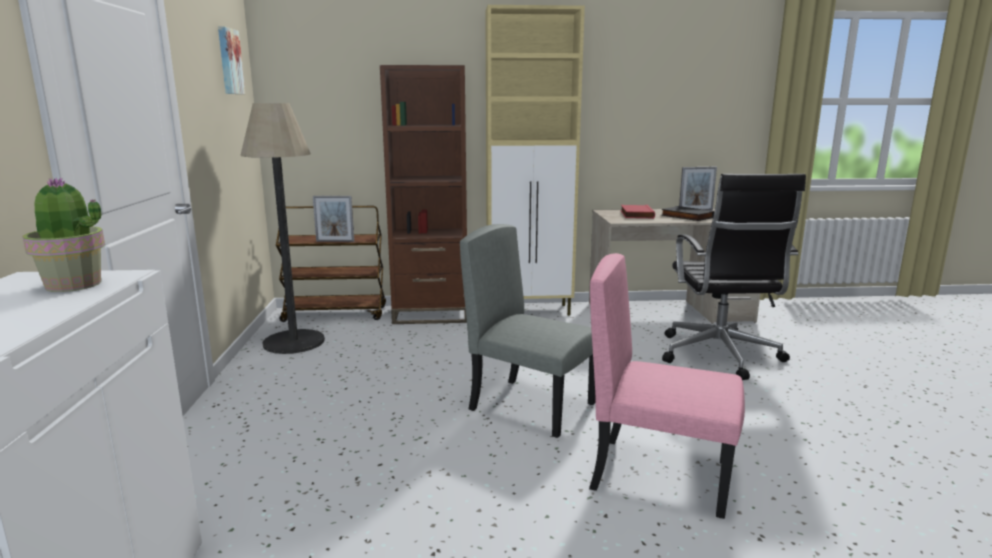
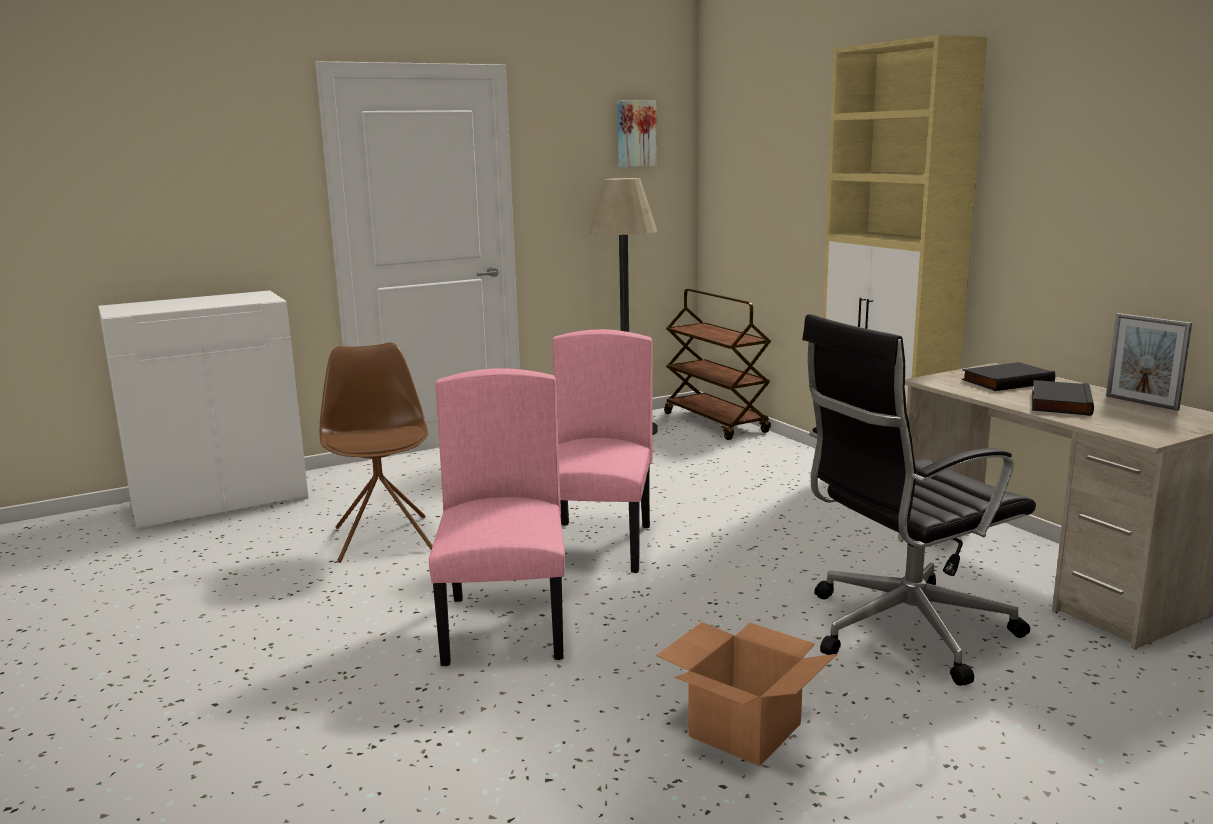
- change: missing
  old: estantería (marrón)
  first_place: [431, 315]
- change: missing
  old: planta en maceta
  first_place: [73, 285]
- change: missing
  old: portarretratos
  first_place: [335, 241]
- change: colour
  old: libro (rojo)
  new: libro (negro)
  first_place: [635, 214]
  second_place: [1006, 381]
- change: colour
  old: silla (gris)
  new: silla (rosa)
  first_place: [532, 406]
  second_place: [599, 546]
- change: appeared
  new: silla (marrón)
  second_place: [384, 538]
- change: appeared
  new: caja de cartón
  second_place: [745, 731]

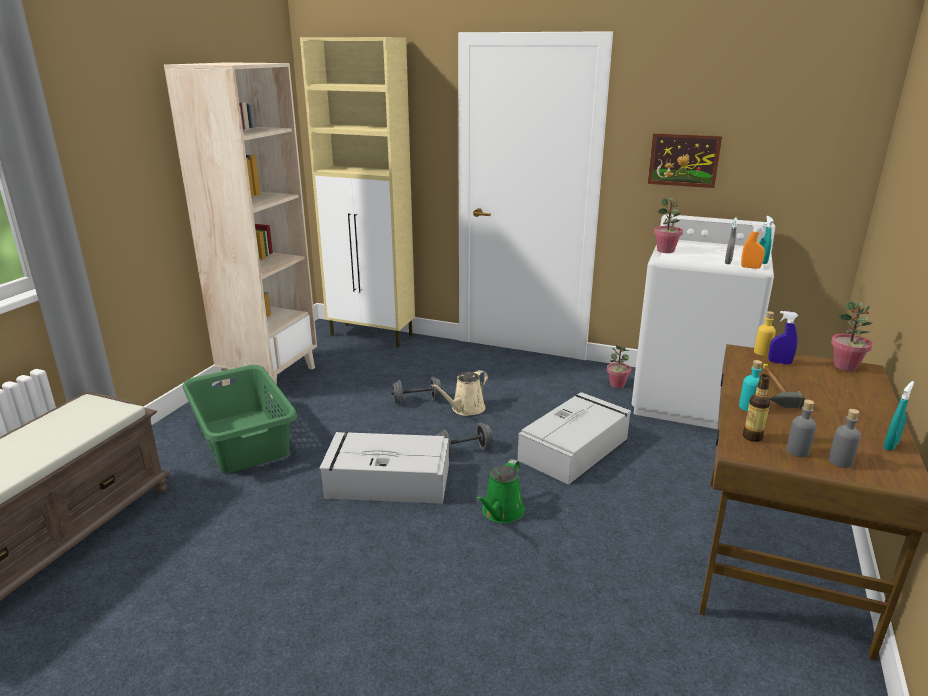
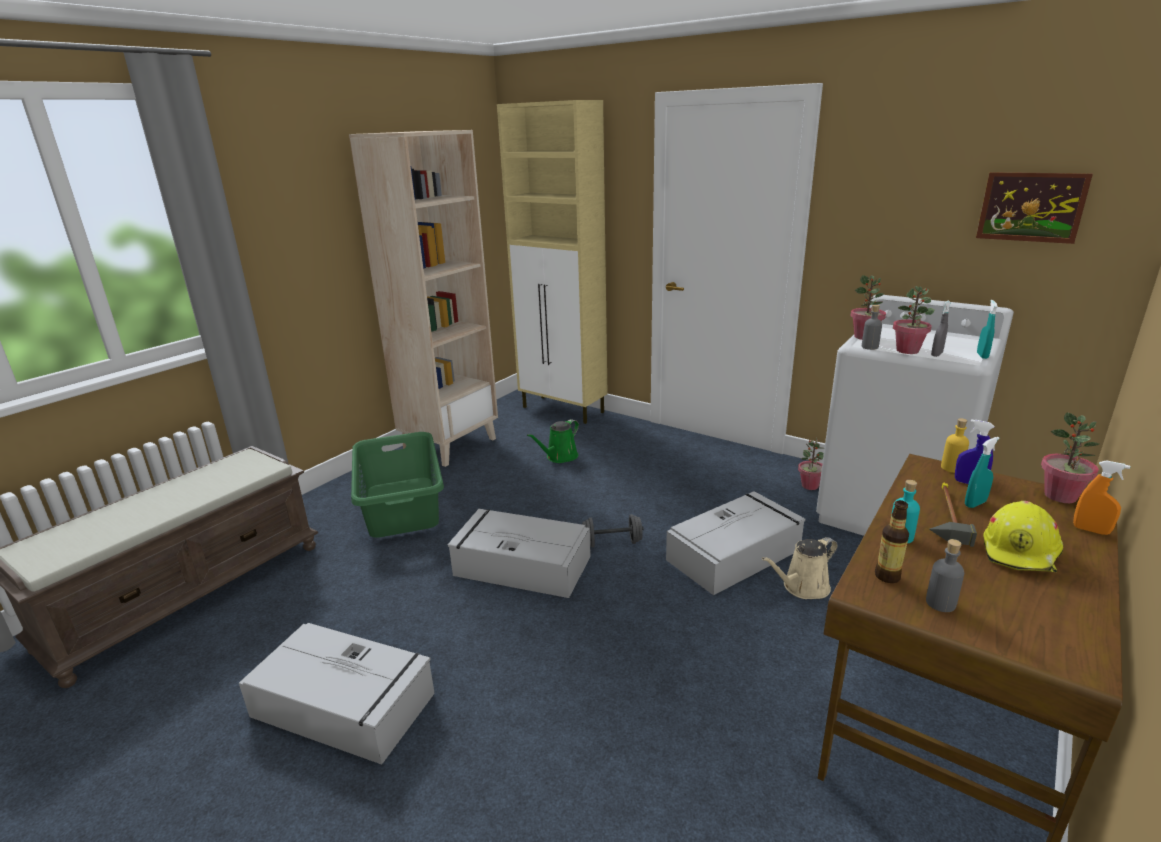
- change: relocated
  old: cuadro
  first_place: [683, 160]
  second_place: [1031, 207]
- change: relocated
  old: pulverizador (naranja)
  first_place: [750, 267]
  second_place: [1091, 530]
- change: relocated
  old: regadera (beis)
  first_place: [465, 409]
  second_place: [802, 587]
- change: missing
  old: mancuerna (gris)
  first_place: [417, 400]
- change: relocated
  old: pulverizador (turquesa)
  first_place: [890, 445]
  second_place: [975, 503]
- change: relocated
  old: botella (gris)
  first_place: [840, 462]
  second_place: [869, 347]
- change: relocated
  old: regadera (verde)
  first_place: [501, 513]
  second_place: [559, 457]
- change: appeared
  new: planta en maceta
  second_place: [907, 350]
- change: appeared
  new: casco (amarillo)
  second_place: [1021, 552]
- change: appeared
  new: caja de almacenaje (gris)
  second_place: [346, 706]

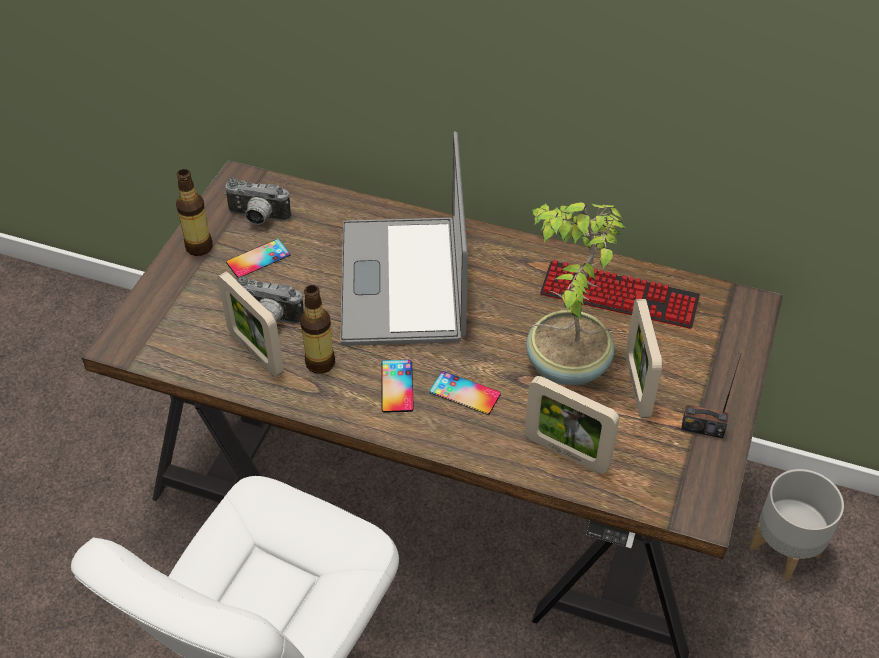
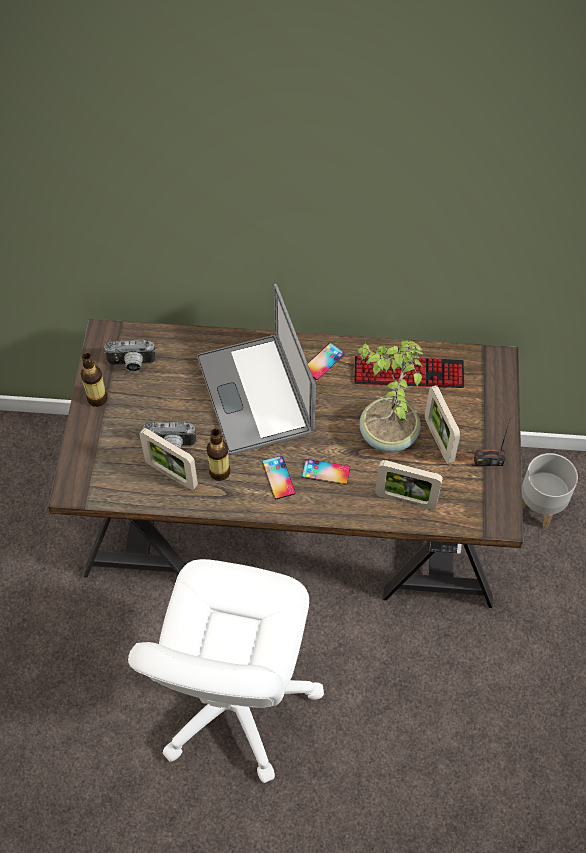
- change: relocated
  old: móvil
  first_place: [258, 259]
  second_place: [323, 361]

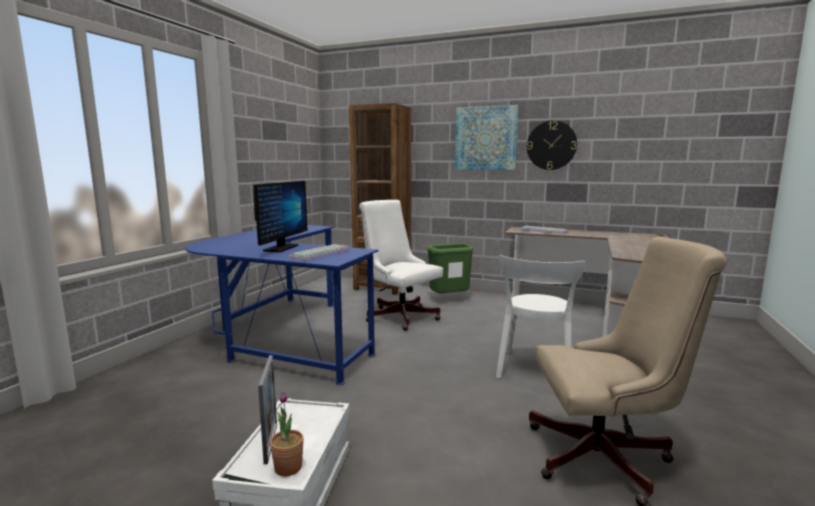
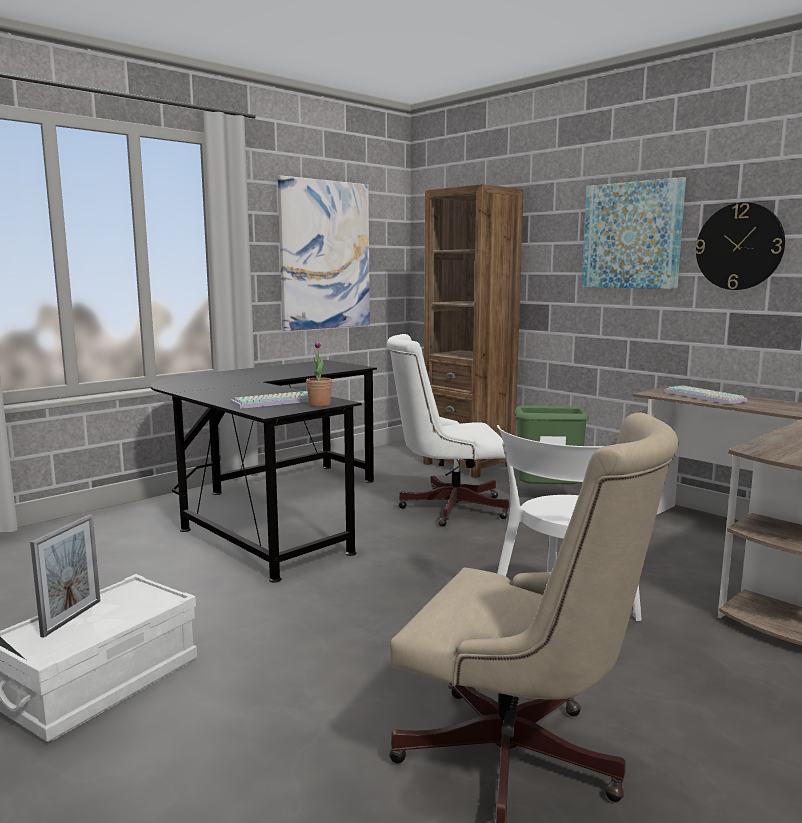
- change: missing
  old: monitor
  first_place: [281, 248]
- change: spun
  old: silla de oficina (blanco)
  first_place: [399, 315]
  second_place: [446, 508]
  degrees: -75
- change: colour
  old: escritorio (azul)
  new: escritorio (negro)
  first_place: [282, 336]
  second_place: [270, 511]
- change: relocated
  old: planta en maceta
  first_place: [288, 468]
  second_place: [319, 404]
- change: appeared
  new: cuadro
  second_place: [325, 255]

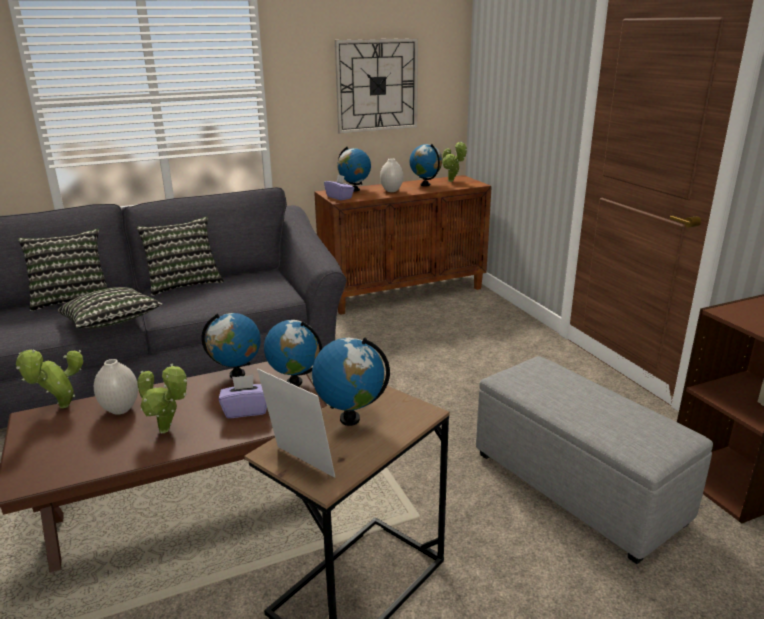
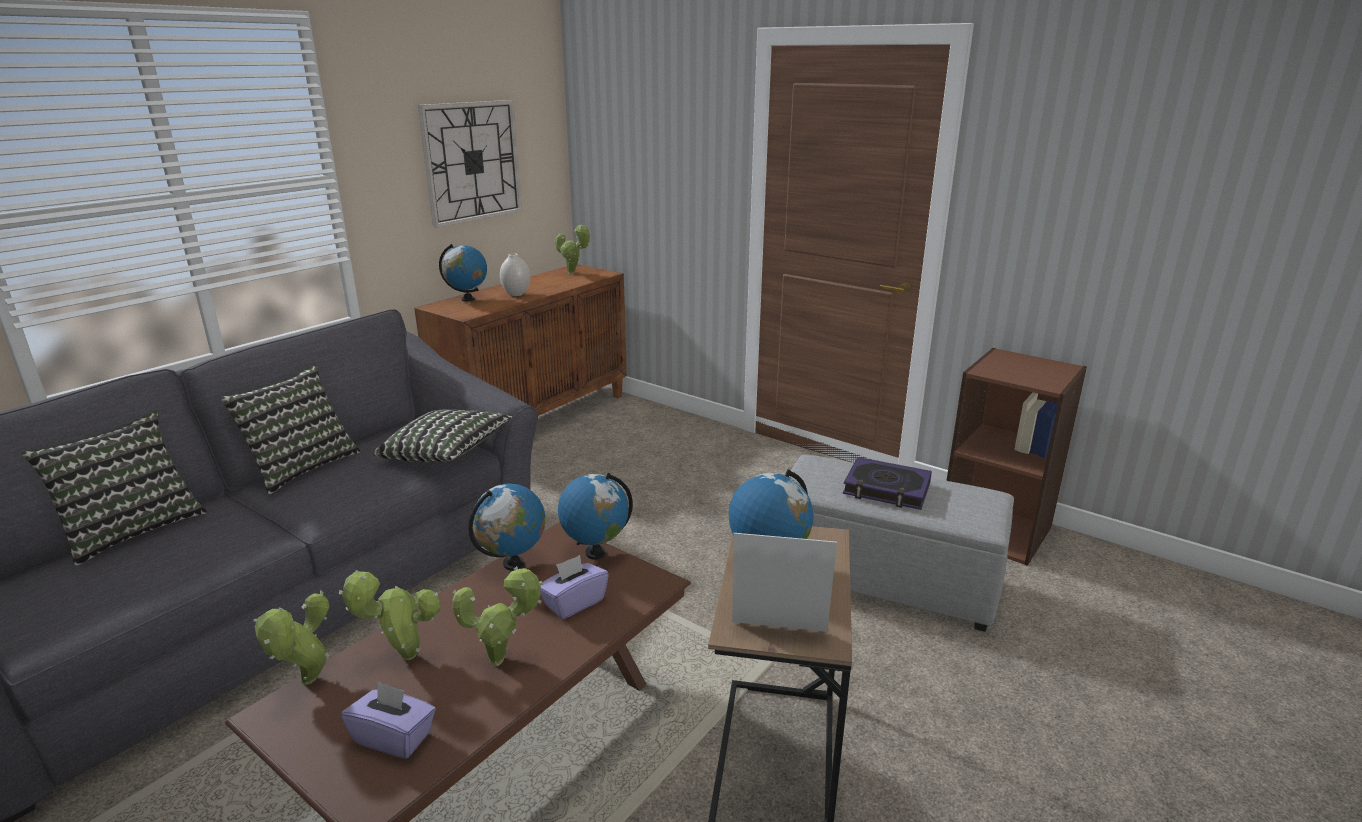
- change: missing
  old: globo terráqueo
  first_place: [425, 185]
- change: relocated
  old: caja de pañuelos (morado)
  first_place: [339, 197]
  second_place: [394, 737]
- change: relocated
  old: cojín
  first_place: [112, 323]
  second_place: [446, 454]
- change: exchanged
  old: florero (blanco)
  new: planta en maceta
  first_place: [120, 410]
  second_place: [403, 657]
- change: appeared
  new: libro
  second_place: [886, 489]

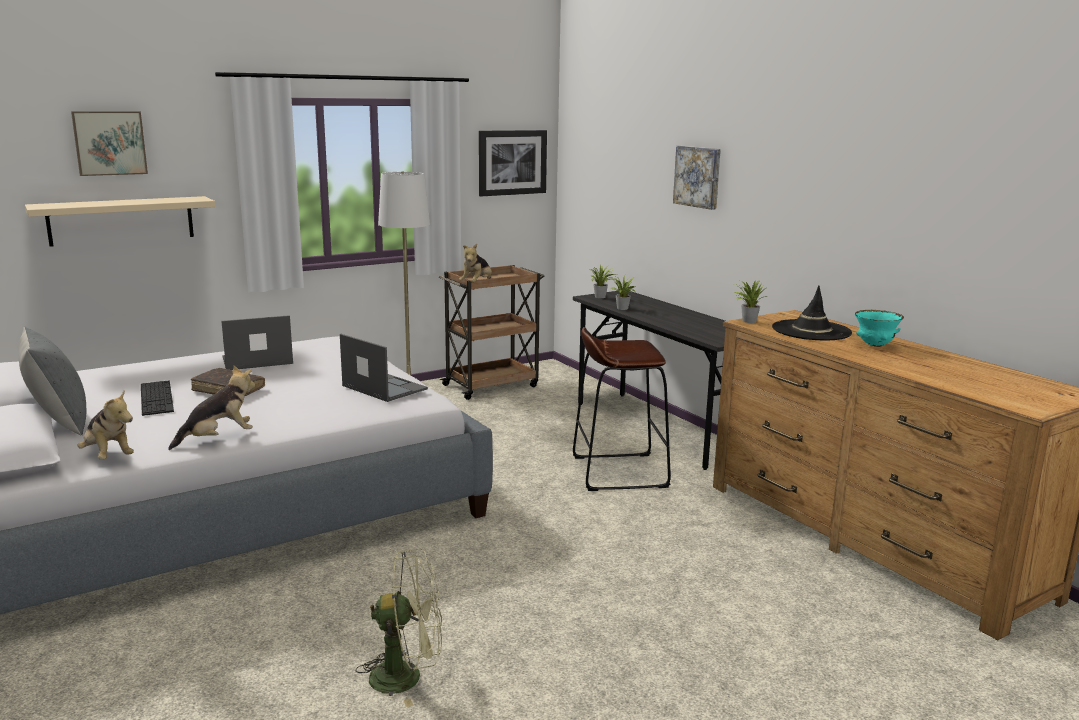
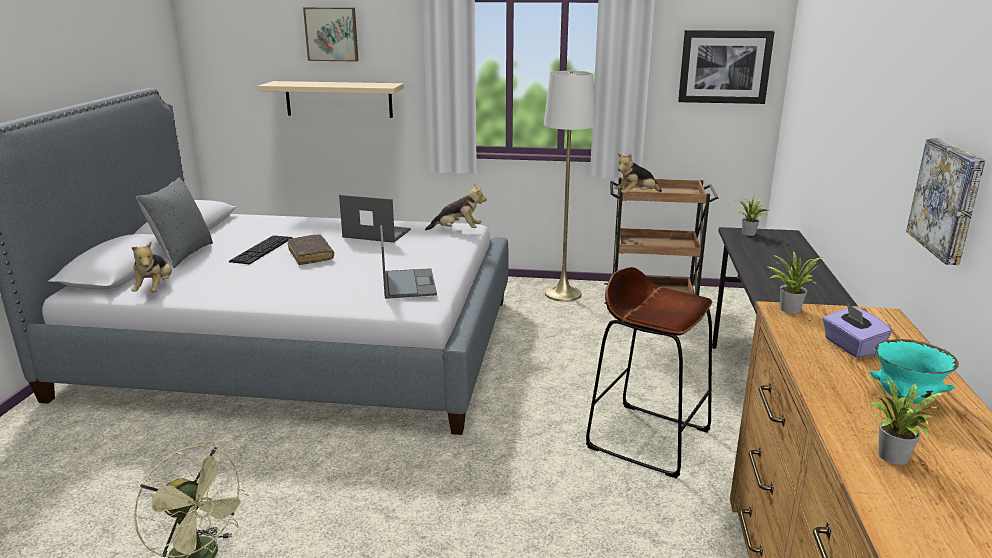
- change: relocated
  old: cuadro
  first_place: [698, 176]
  second_place: [949, 199]
- change: relocated
  old: planta en maceta
  first_place: [622, 309]
  second_place: [892, 458]
- change: exchanged
  old: sombrero (negro)
  new: caja de pañuelos (morado)
  first_place: [811, 331]
  second_place: [851, 347]
- change: relocated
  old: peluche
  first_place: [219, 439]
  second_place: [457, 230]

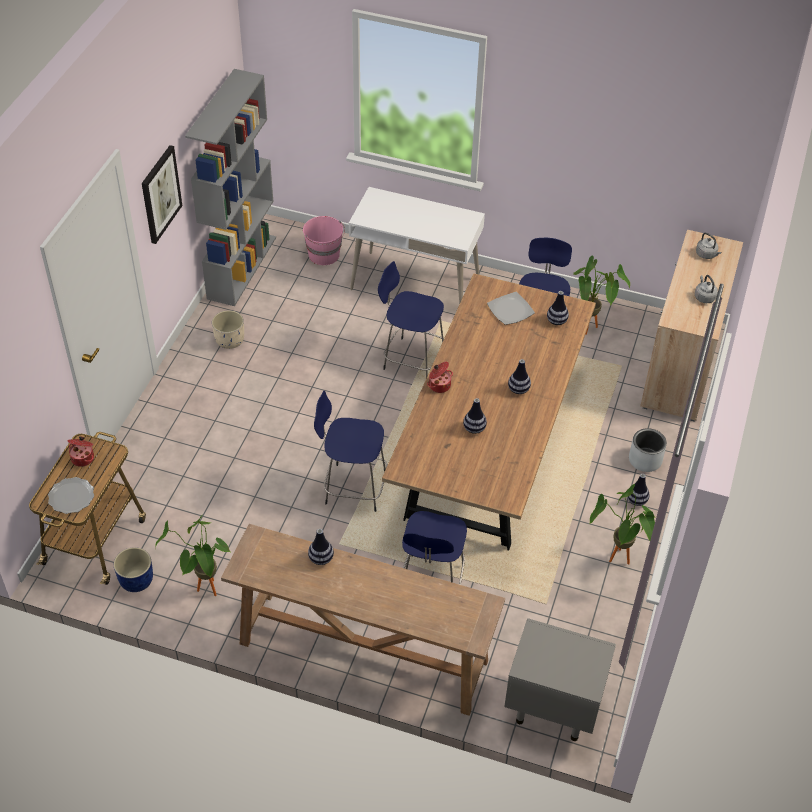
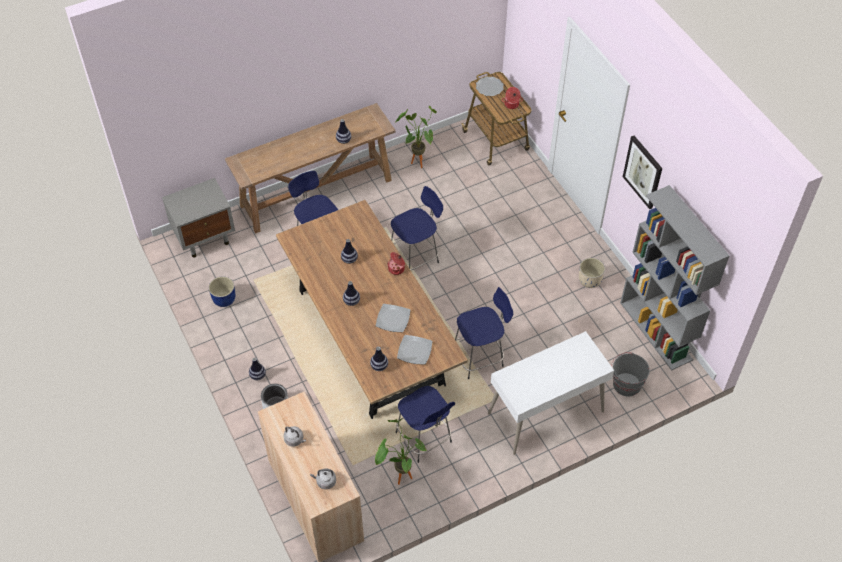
- change: colour
  old: cubo (rosa)
  new: cubo (gris)
  first_place: [324, 255]
  second_place: [626, 384]
- change: missing
  old: planta en maceta
  first_place: [618, 562]
- change: relocated
  old: maceta (azul)
  first_place: [136, 581]
  second_place: [224, 299]
- change: appeared
  new: plato
  second_place: [392, 319]

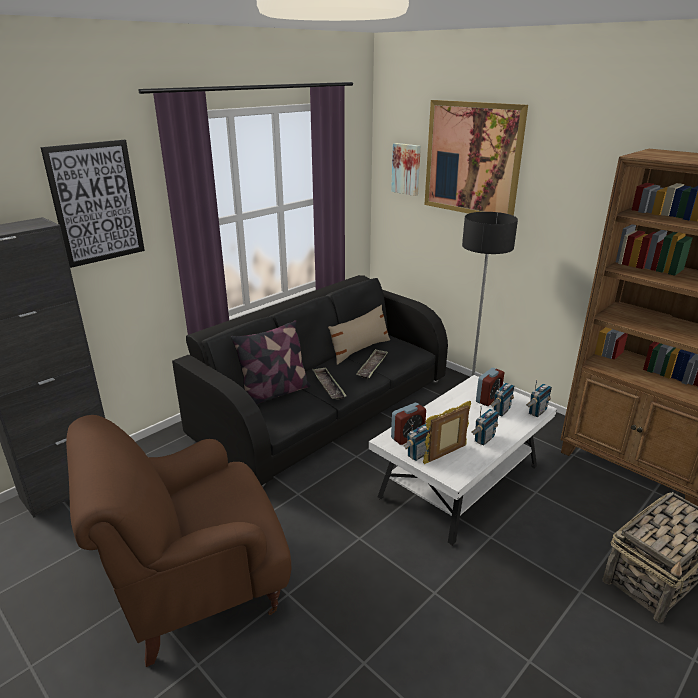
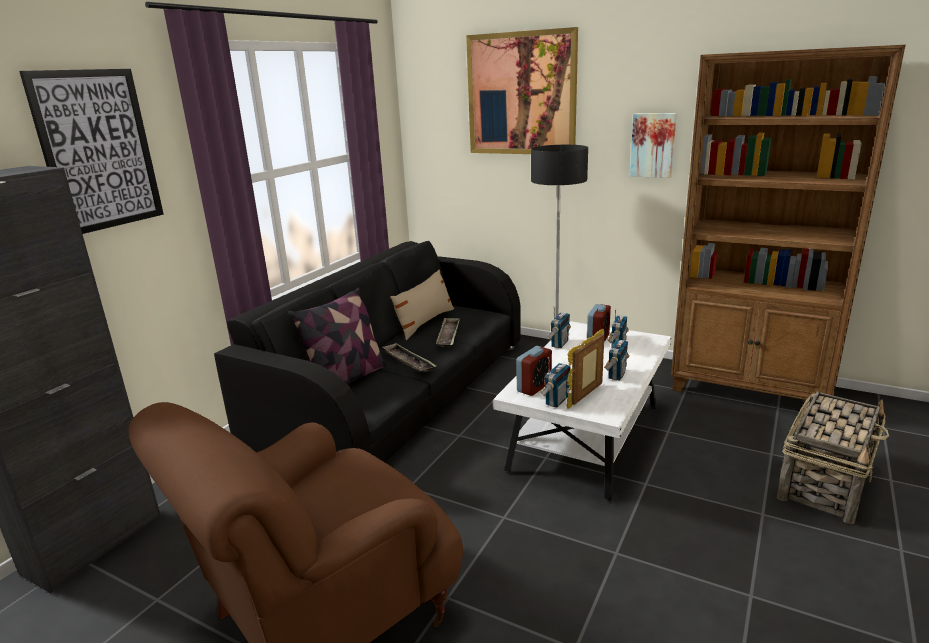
- change: relocated
  old: cuadro
  first_place: [407, 169]
  second_place: [653, 145]
- change: relocated
  old: radio
  first_place: [537, 411]
  second_place: [559, 343]

